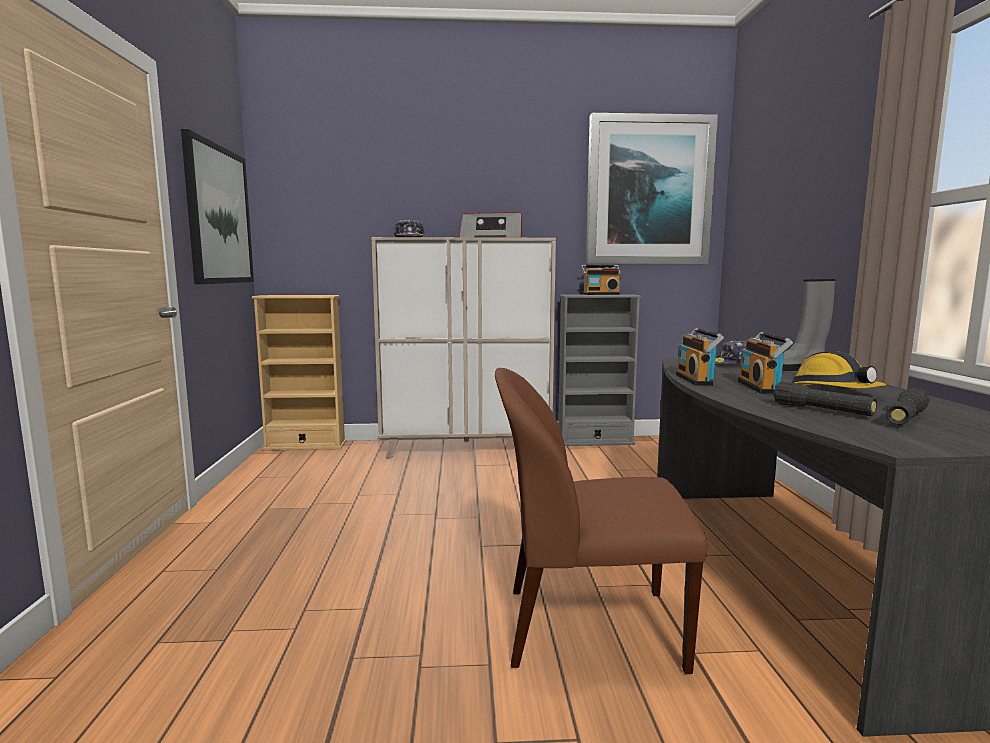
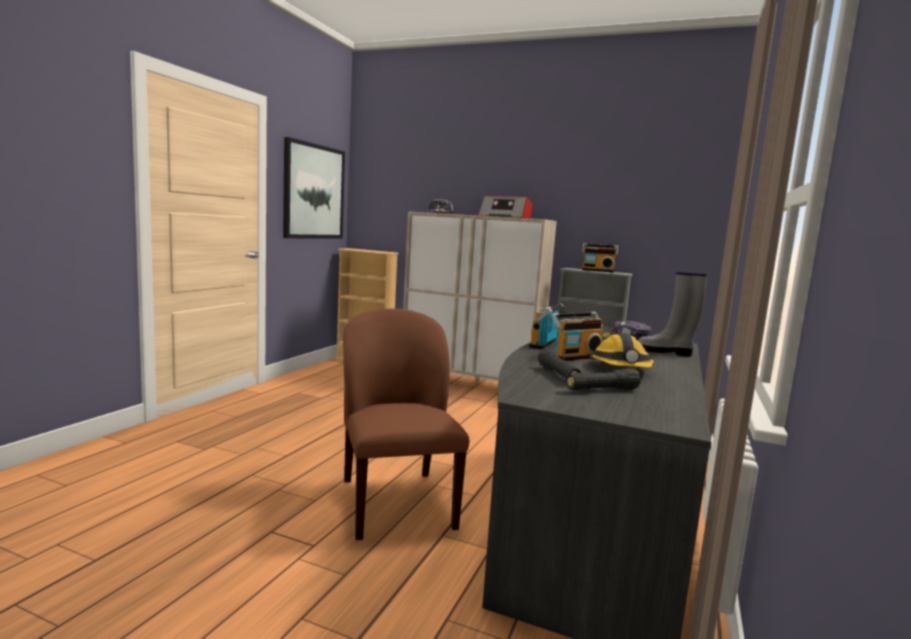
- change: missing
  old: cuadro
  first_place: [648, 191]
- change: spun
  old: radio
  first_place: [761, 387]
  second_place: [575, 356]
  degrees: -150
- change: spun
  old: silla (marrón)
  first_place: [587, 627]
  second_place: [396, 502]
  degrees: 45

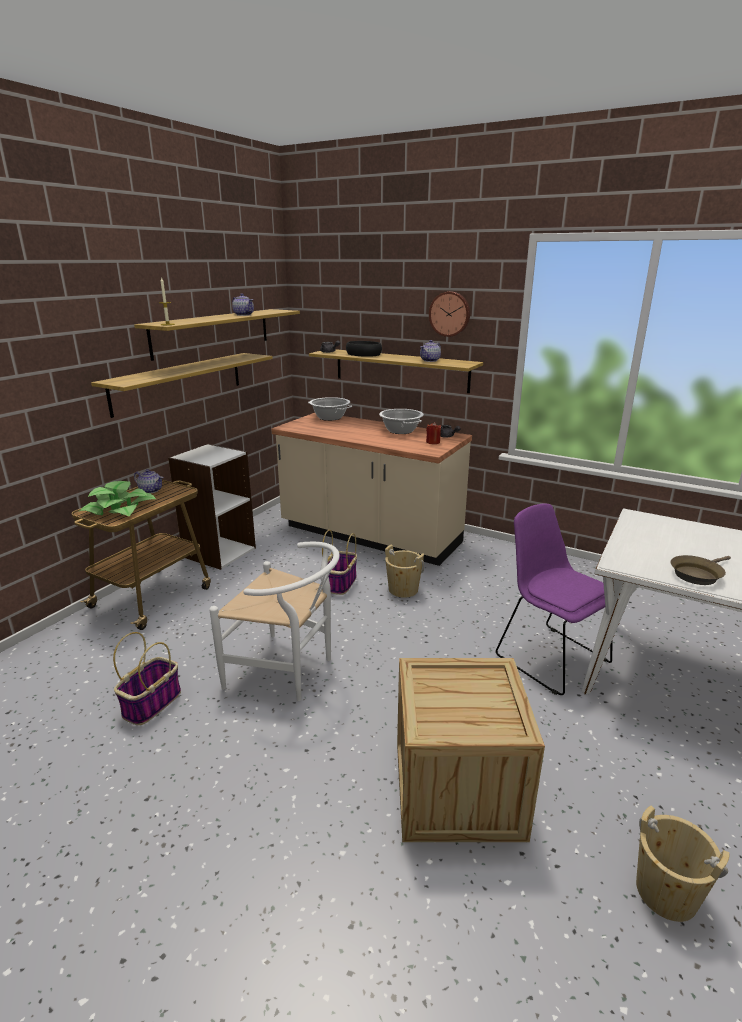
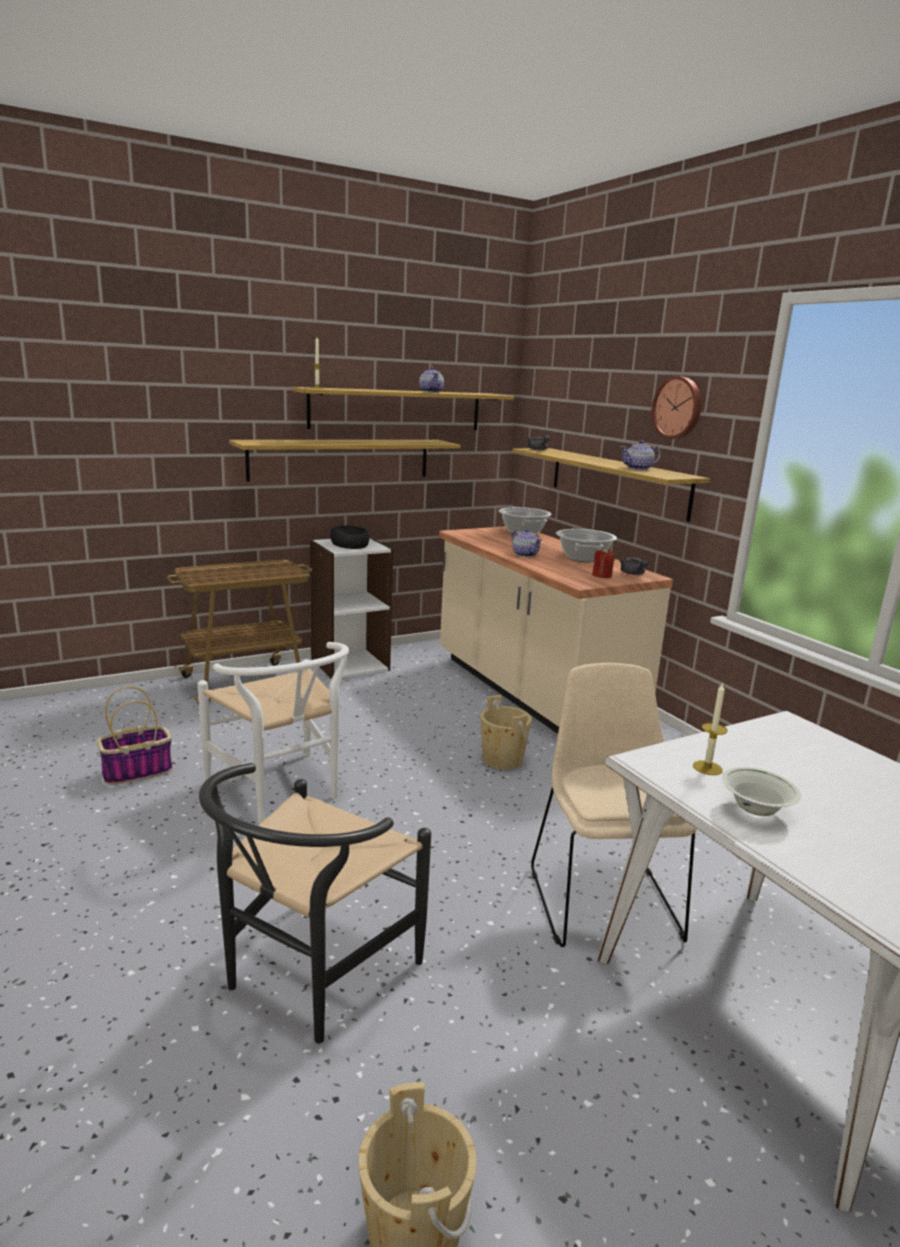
- change: relocated
  old: cuenco (negro)
  first_place: [363, 354]
  second_place: [349, 544]
- change: relocated
  old: tetera
  first_place: [150, 490]
  second_place: [525, 554]
- change: missing
  old: planta en maceta
  first_place: [119, 509]
- change: colour
  old: silla (morado)
  new: silla (beis)
  first_place: [549, 656]
  second_place: [603, 899]
- change: missing
  old: cesta
  first_place: [340, 583]
- change: exchanged
  old: sartén (marrón)
  new: cuenco (blanco)
  first_place: [697, 574]
  second_place: [755, 810]
- change: exchanged
  old: caja de embalaje
  new: silla (negro)
  first_place: [457, 788]
  second_place: [309, 978]
- change: appeared
  new: vela
  second_place: [707, 768]

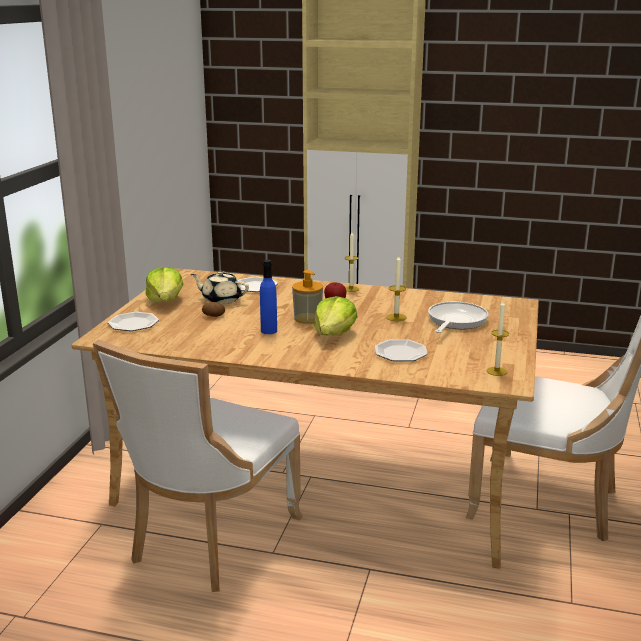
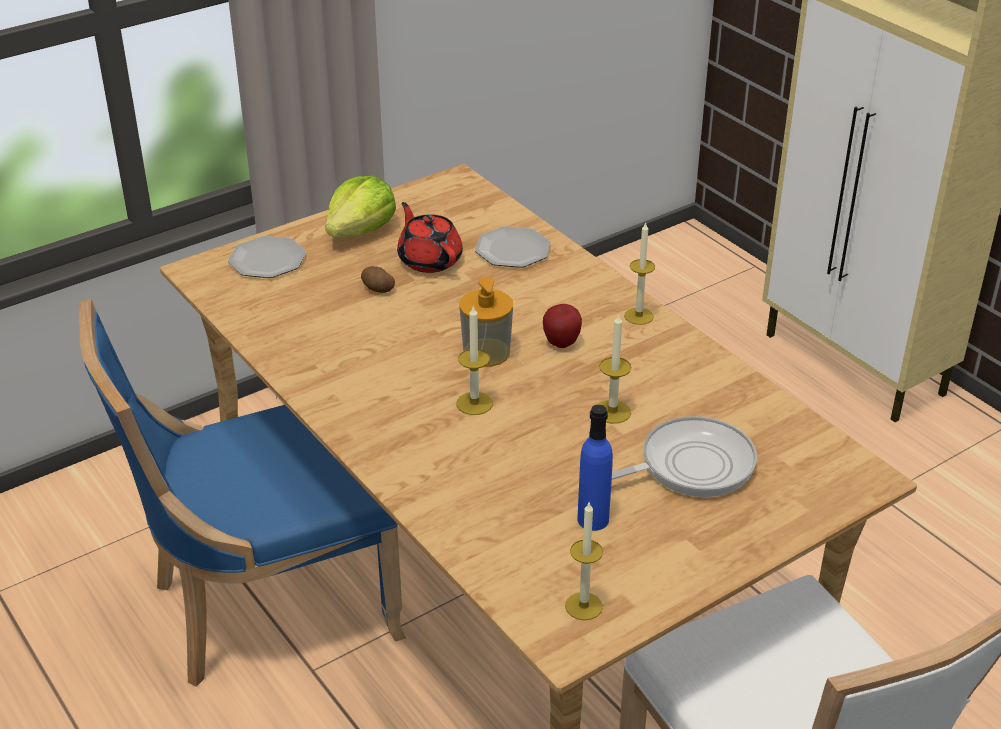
- change: relocated
  old: botella (azul)
  first_place: [269, 331]
  second_place: [593, 519]
- change: colour
  old: tetera (beis)
  new: tetera (rojo)
  first_place: [221, 300]
  second_place: [429, 260]
- change: exchanged
  old: lechuga
  new: vela
  first_place: [334, 334]
  second_place: [474, 403]
- change: missing
  old: plato
  first_place: [400, 352]
- change: colour
  old: silla (blanco)
  new: silla (azul)
  first_place: [209, 540]
  second_place: [265, 606]

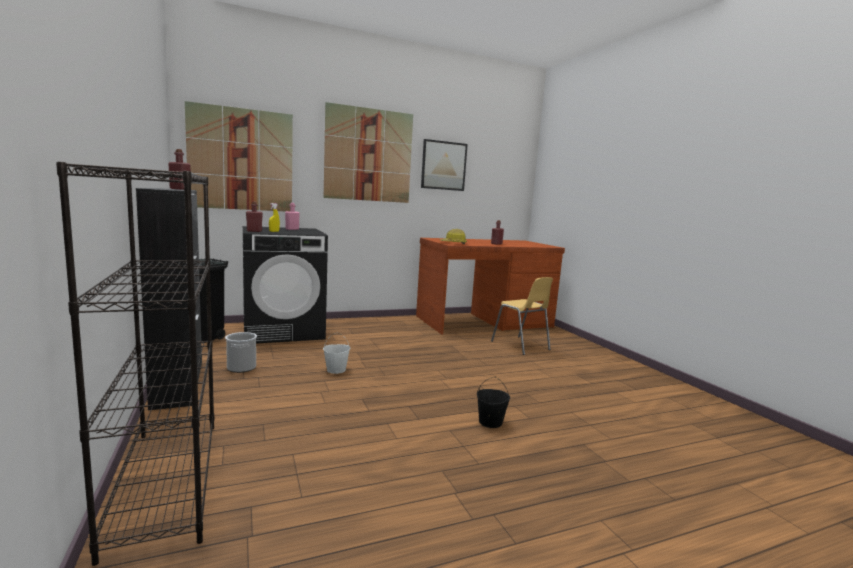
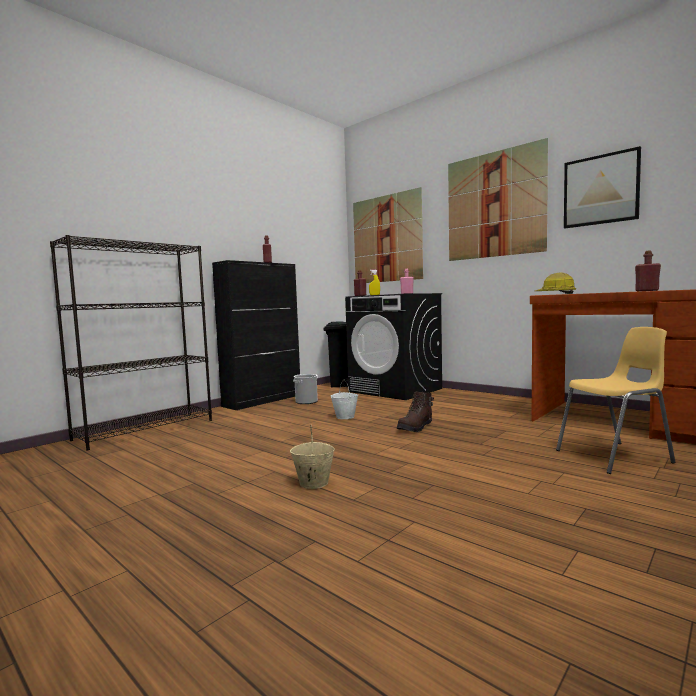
- change: spun
  old: silla (amarillo)
  first_place: [520, 346]
  second_place: [615, 457]
  degrees: -135
- change: colour
  old: cubo (negro)
  new: cubo (beis)
  first_place: [490, 422]
  second_place: [313, 483]
- change: appeared
  new: bota (marrón)
  second_place: [416, 428]

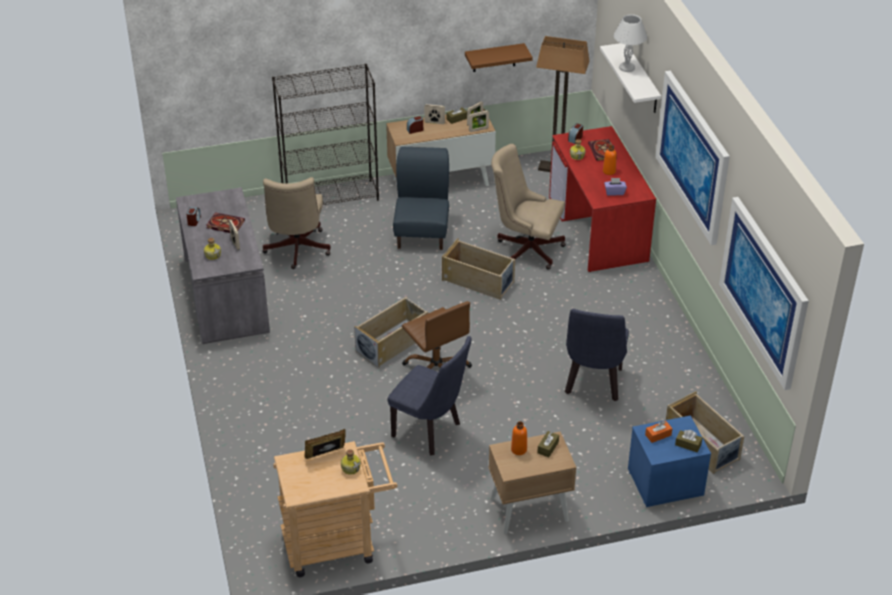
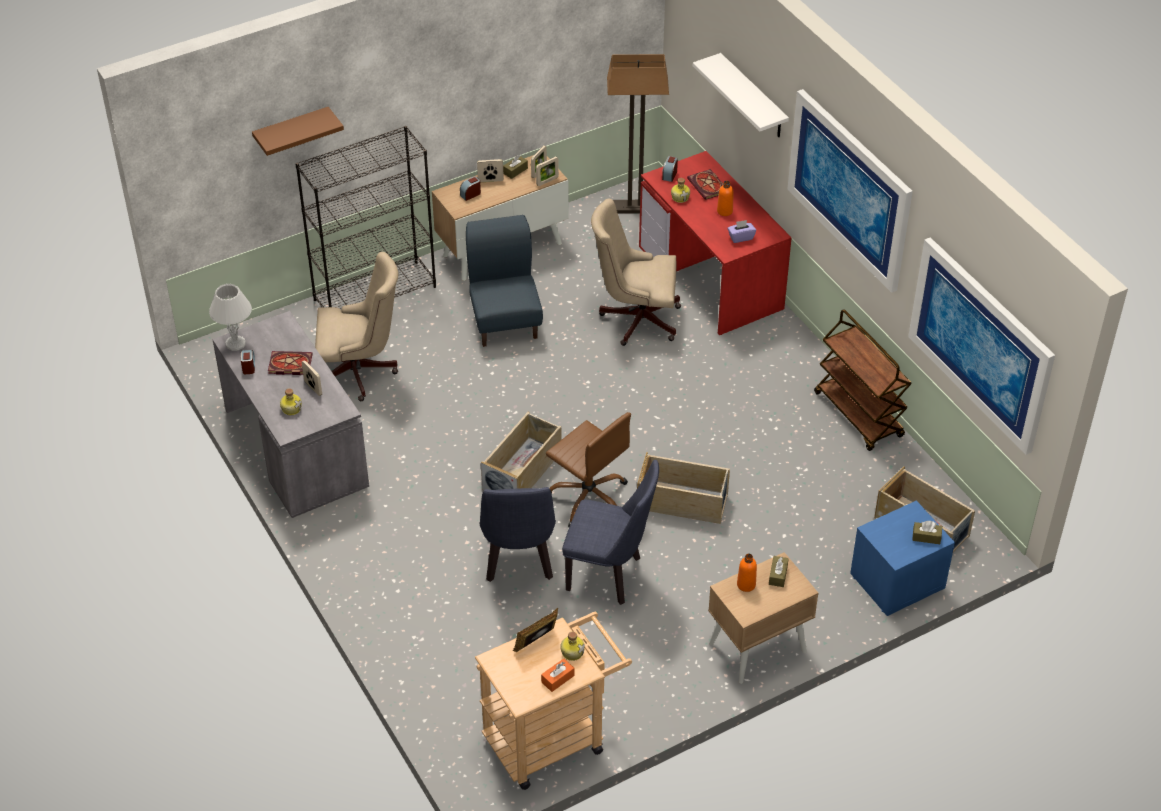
- change: relocated
  old: lámpara de mesa (blanco)
  first_place: [627, 67]
  second_place: [236, 343]
- change: relocated
  old: estante (marrón)
  first_place: [494, 58]
  second_place: [291, 132]
- change: spun
  old: silla de oficina (beis)
  first_place: [296, 250]
  second_place: [360, 372]
  degrees: -75
- change: relocated
  old: caja de almacenaje (beis)
  first_place: [479, 281]
  second_place: [683, 502]
- change: relocated
  old: silla (azul)
  first_place: [593, 385]
  second_place: [519, 563]
- change: relocated
  old: caja de pañuelos (naranja)
  first_place: [658, 435]
  second_place: [557, 679]
- change: appeared
  new: carrito (marrón)
  second_place: [859, 415]

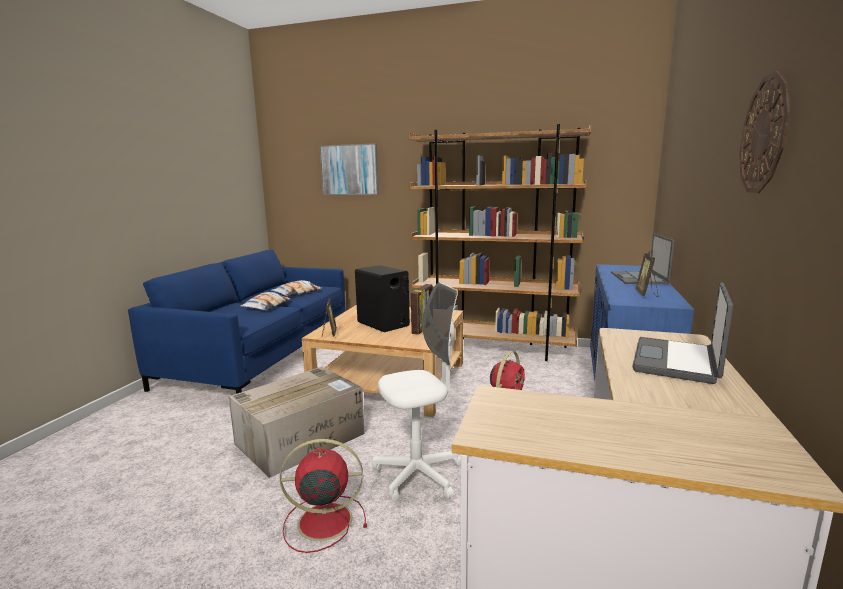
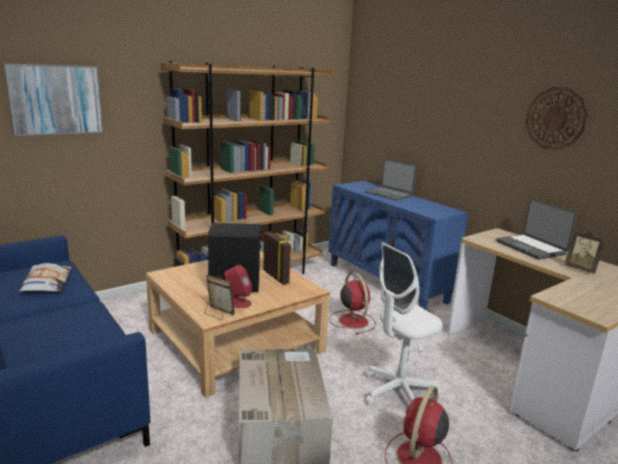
- change: relocated
  old: portarretratos
  first_place: [646, 294]
  second_place: [581, 269]
- change: spun
  old: silla de oficina (blanco)
  first_place: [418, 475]
  second_place: [398, 392]
  degrees: -135
- change: missing
  old: cojín
  first_place: [266, 306]
- change: appeared
  new: altavoz (rojo)
  second_place: [237, 303]

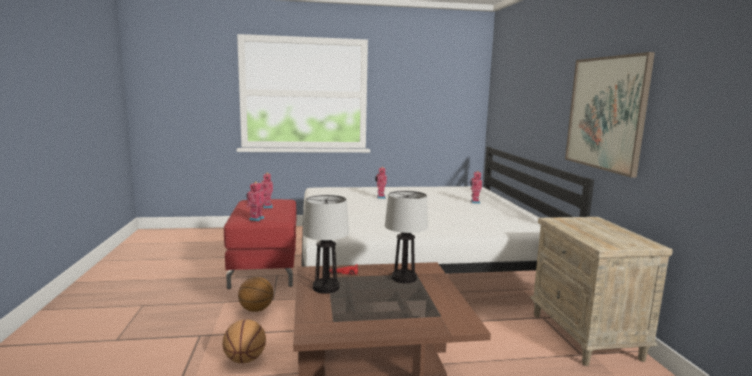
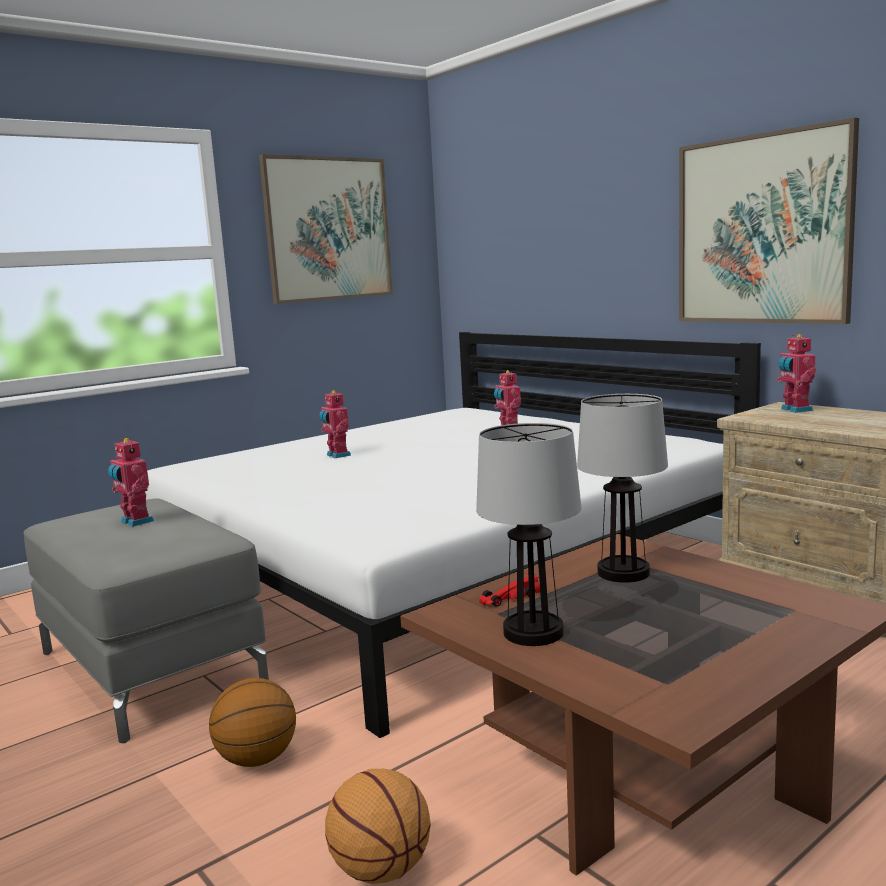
- change: relocated
  old: robot de juguete
  first_place: [255, 219]
  second_place: [794, 410]
- change: colour
  old: puf (rojo)
  new: puf (gris)
  first_place: [265, 267]
  second_place: [152, 668]
- change: appeared
  new: cuadro
  second_place: [328, 229]

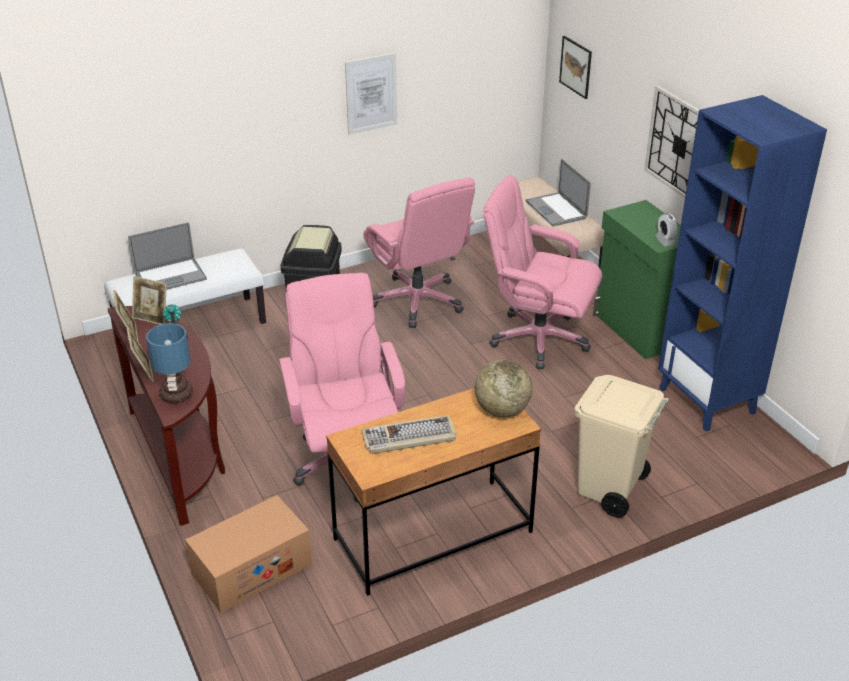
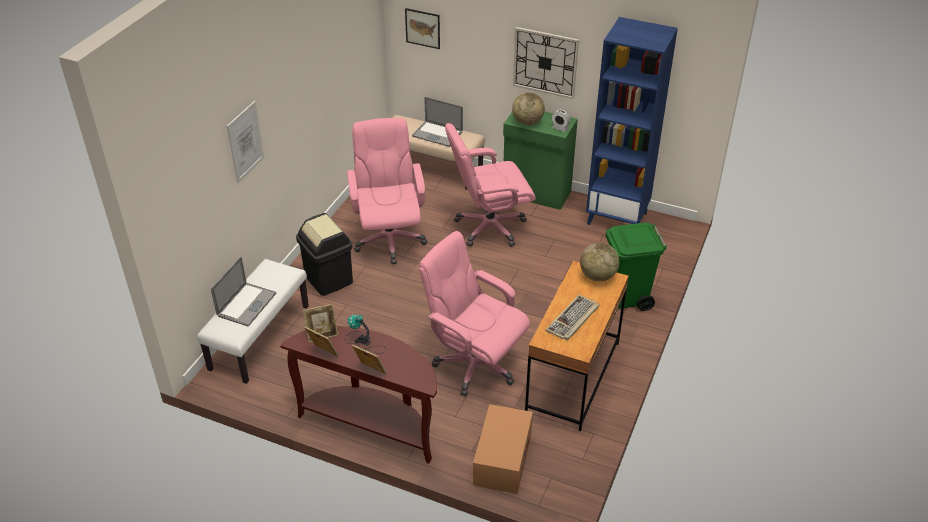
- change: relocated
  old: cuadro
  first_place: [371, 93]
  second_place: [245, 142]
- change: spun
  old: silla de oficina (rosa)
  first_place: [418, 301]
  second_place: [389, 239]
  degrees: -120
- change: missing
  old: lámpara de mesa
  first_place: [177, 395]
- change: colour
  old: papelera (beis)
  new: papelera (verde)
  first_place: [609, 490]
  second_place: [628, 297]
- change: appeared
  new: globo terráqueo
  second_place: [527, 122]

